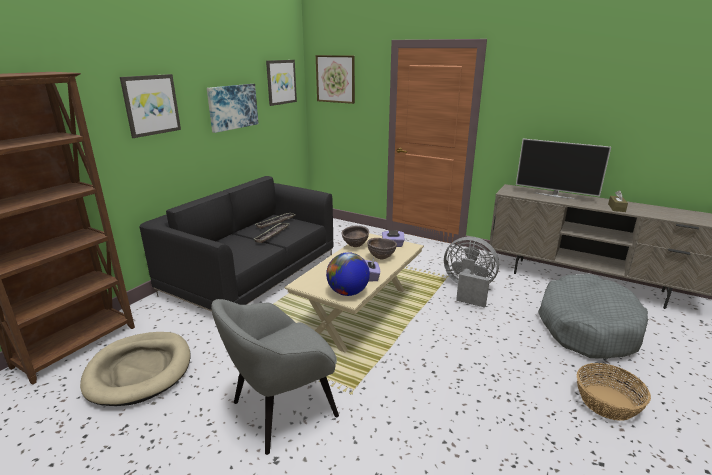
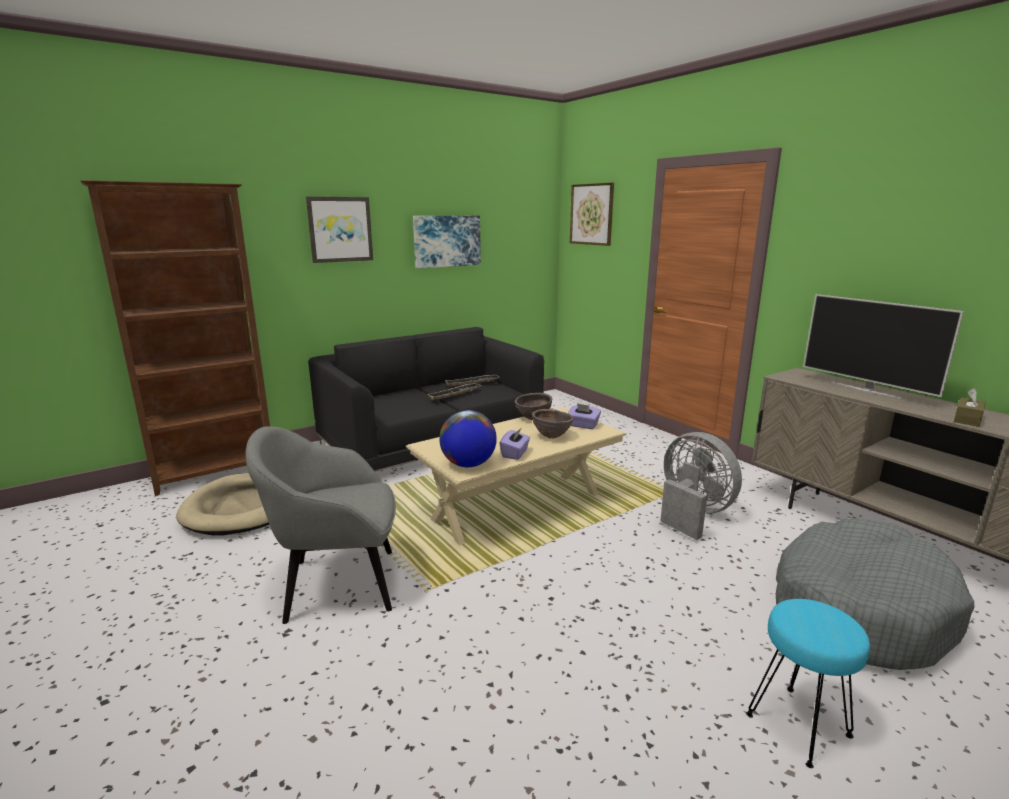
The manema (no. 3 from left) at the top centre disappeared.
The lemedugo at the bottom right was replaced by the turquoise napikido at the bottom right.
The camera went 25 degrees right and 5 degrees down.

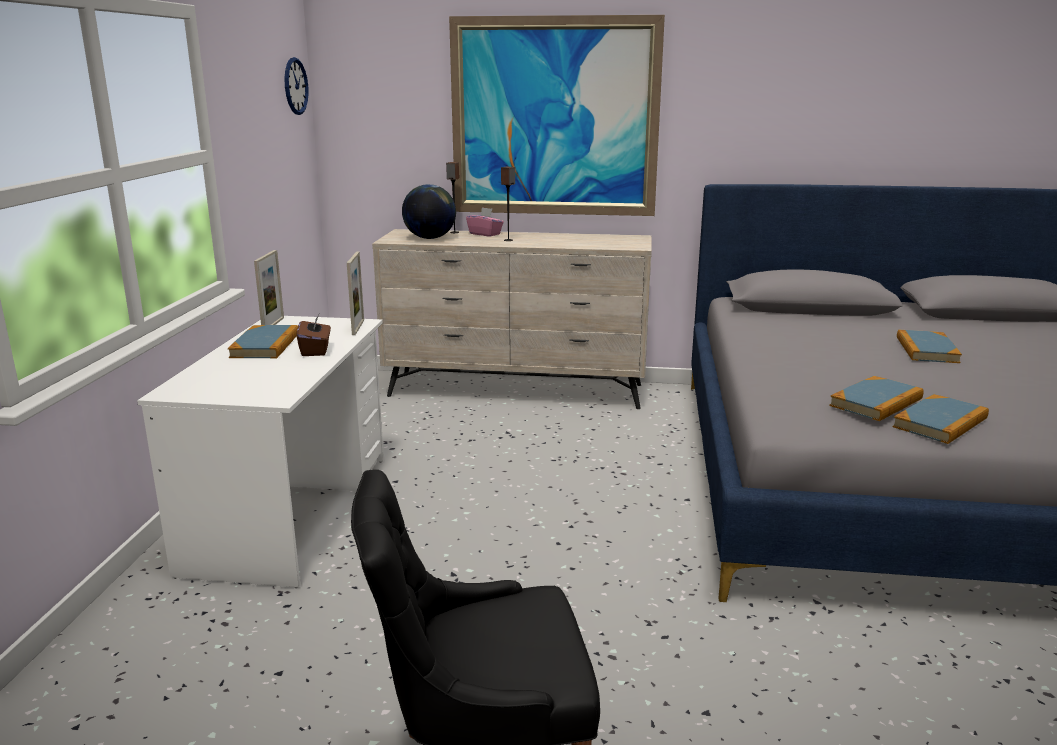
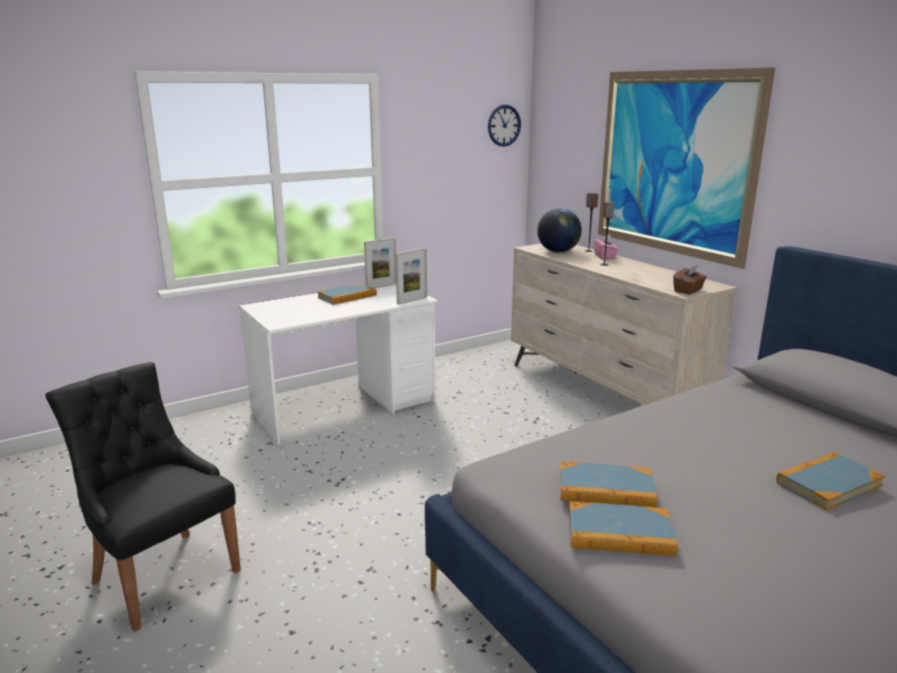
The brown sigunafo moved from the middle left to the middle right.
The camera went 50 degrees right and 0 degrees up.

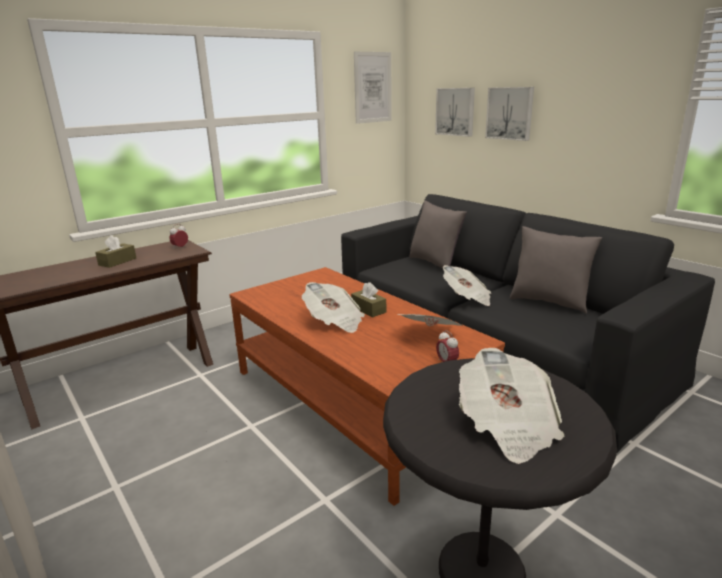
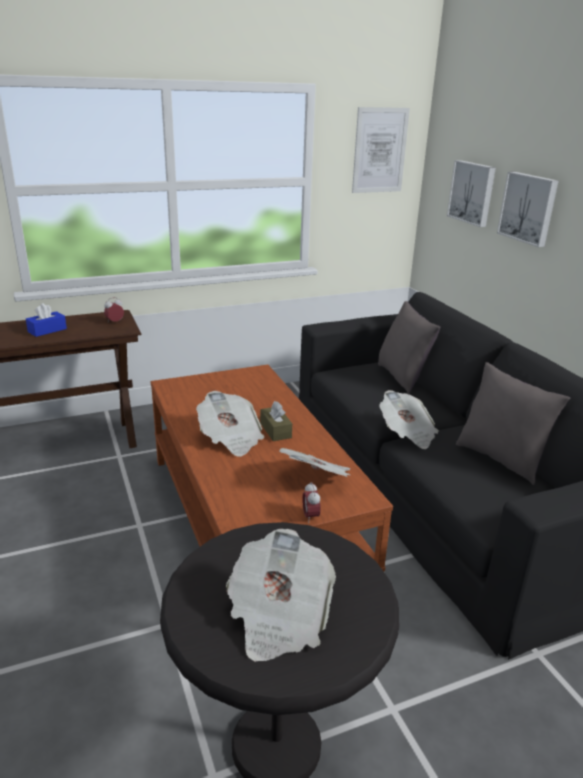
The brown sigunafo (no. 1 from left) at the middle left became the blue sigunafo at the middle left.
The camera went 15 degrees right and 5 degrees up.

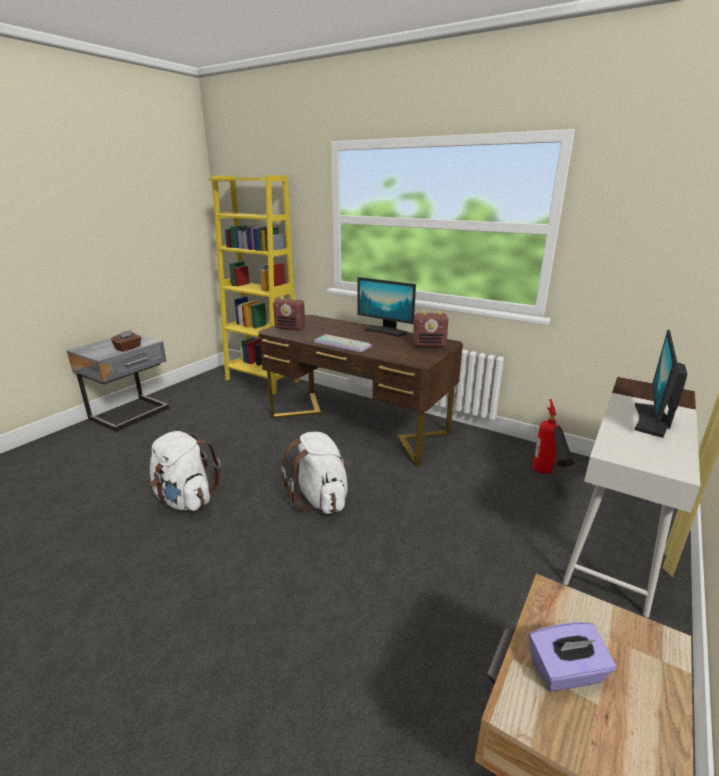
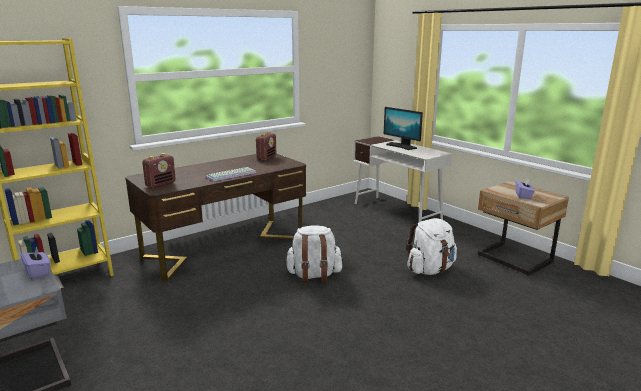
The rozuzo (no. 1 from left) at the centre disappeared.
The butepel at the middle right disappeared.
The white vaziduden (no. 1 from left in the first image) moved from the middle left to the middle right.
The brown sigunafo at the middle left became the purple sigunafo (no. 1 from left) at the bottom left.
The camera went 70 degrees left and 5 degrees down.

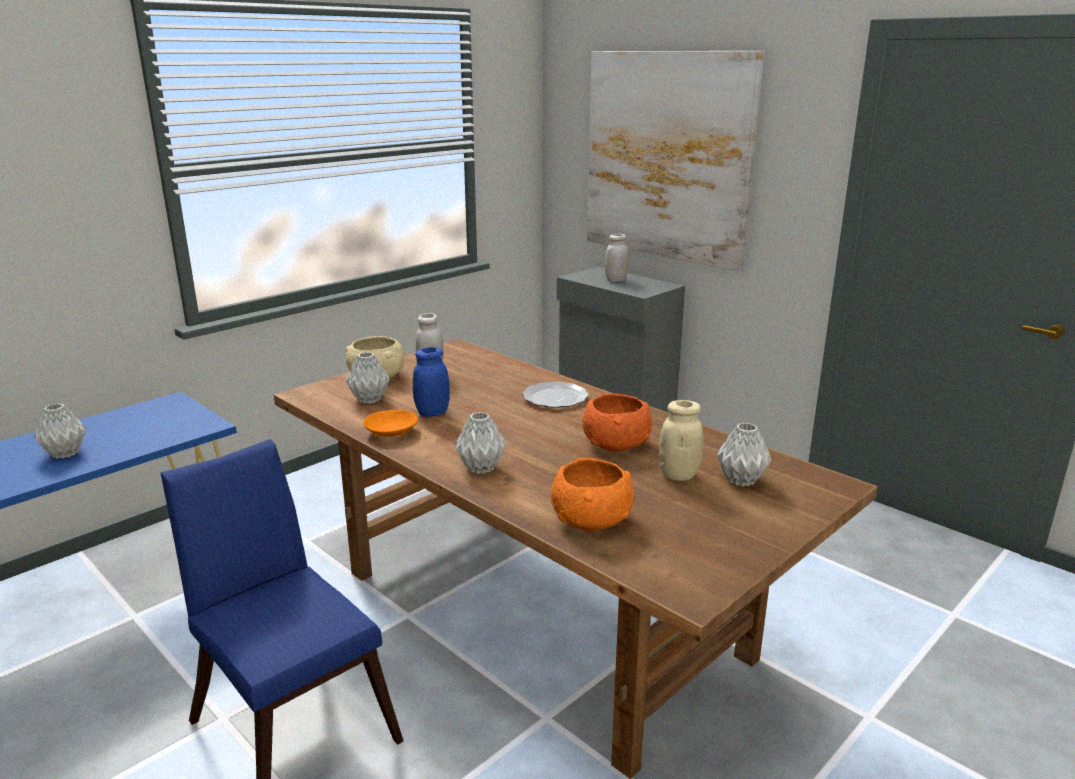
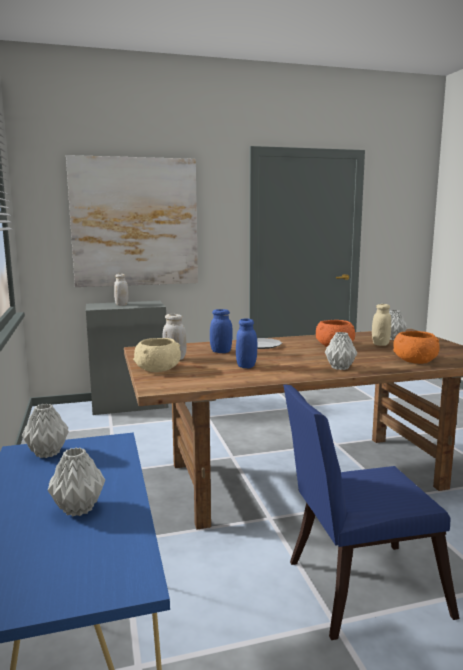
The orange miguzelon (no. 1 from left) at the centre disappeared.
The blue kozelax (no. 1 from left) at the centre appeared.
The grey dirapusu (no. 2 from left in the first image) moved from the centre to the middle left.
The camera went 60 degrees left and 10 degrees down.

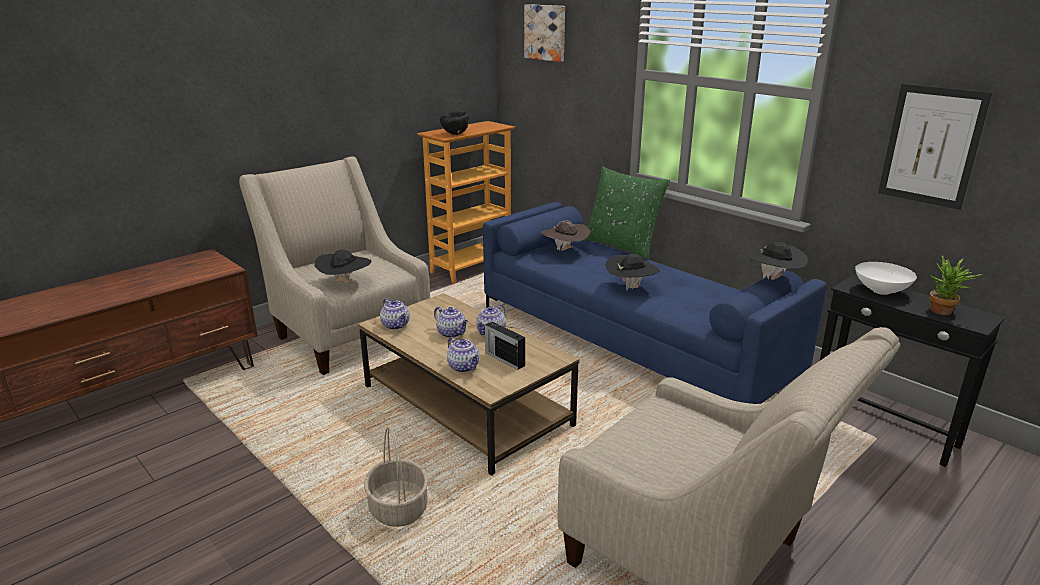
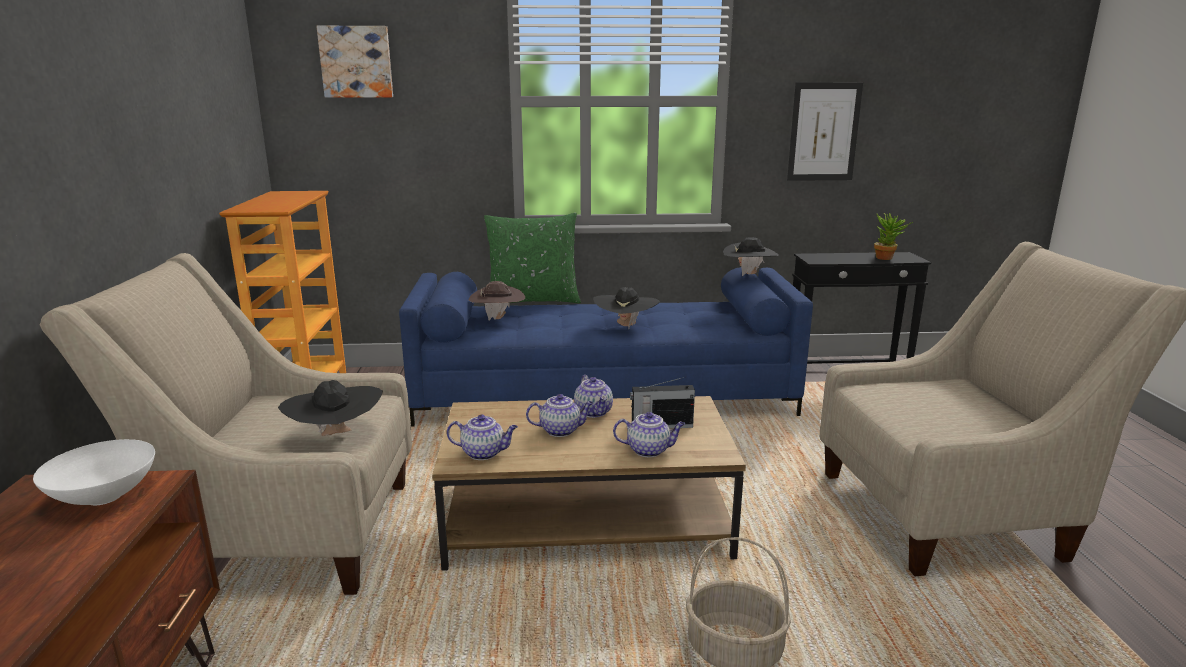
The black miguzelon at the top centre disappeared.
The white miguzelon moved from the middle right to the bottom left.
The camera went 50 degrees left and 5 degrees down.

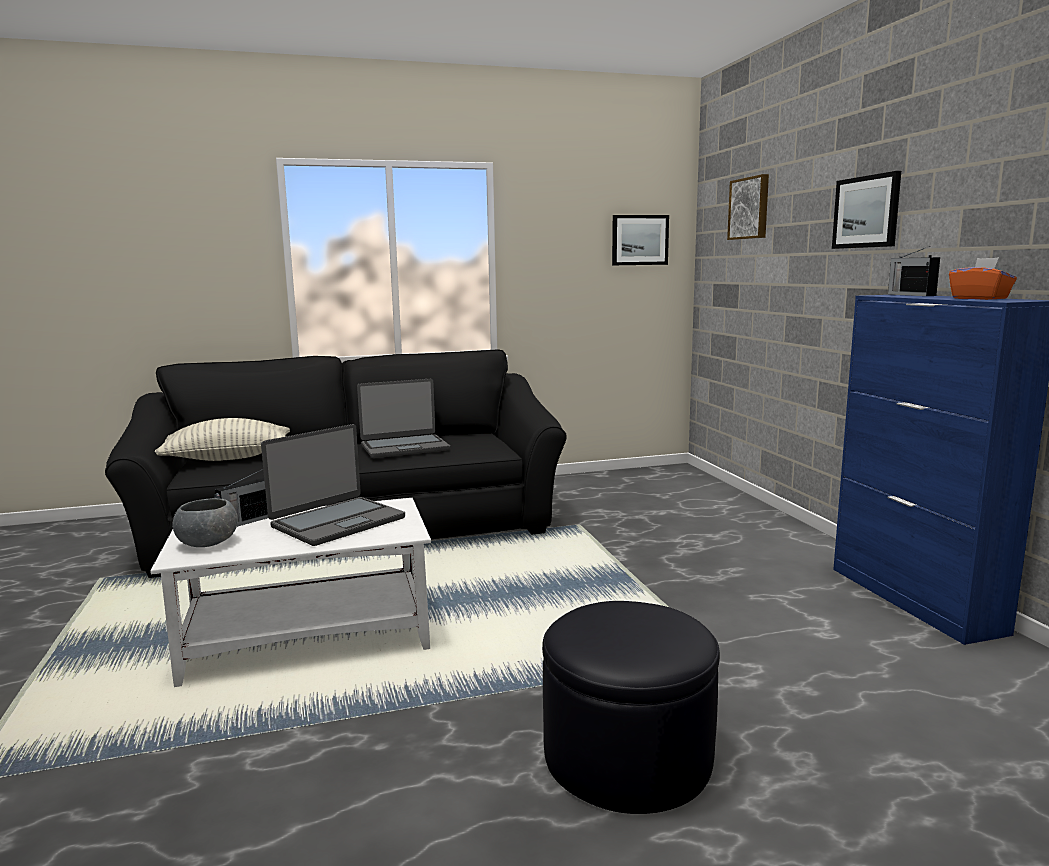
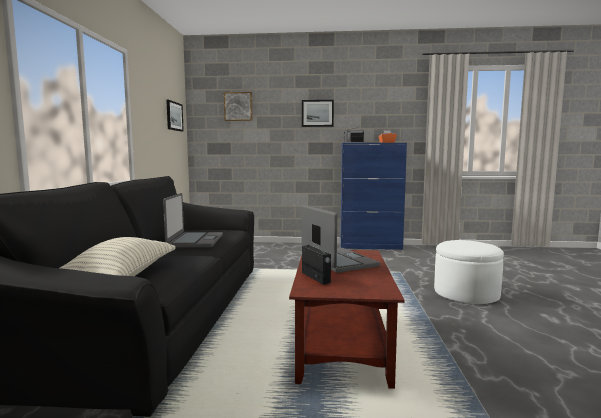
The grey miguzelon at the middle left disappeared.
The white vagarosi at the bottom left became the brown vagarosi at the bottom centre.
The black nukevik at the bottom centre became the white nukevik at the middle right.
The camera went 70 degrees left and 5 degrees down.

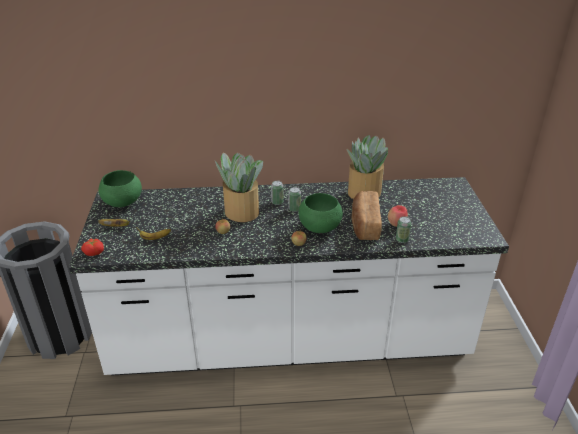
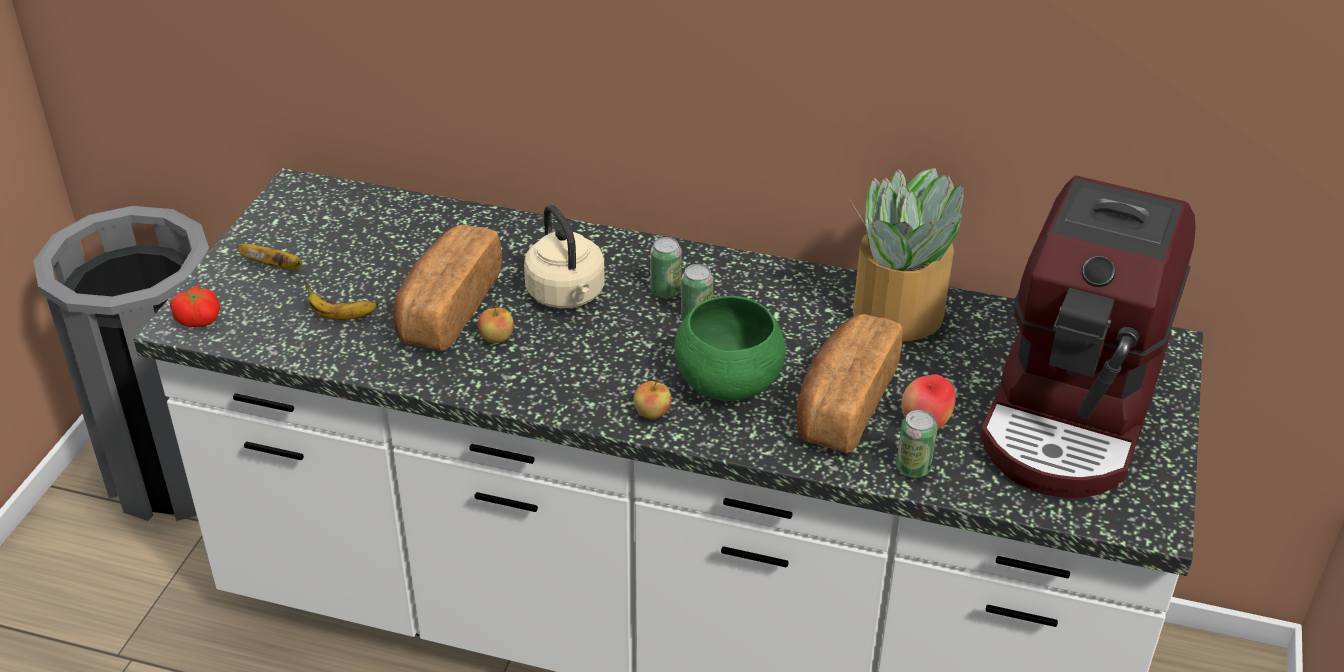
The green miguzelon (no. 1 from left) at the middle left disappeared.
The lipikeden (no. 1 from left) at the middle left appeared.
The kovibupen at the middle right appeared.
The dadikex (no. 1 from left) at the centre was replaced by the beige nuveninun at the centre.
The camera went 20 degrees right and 5 degrees up.

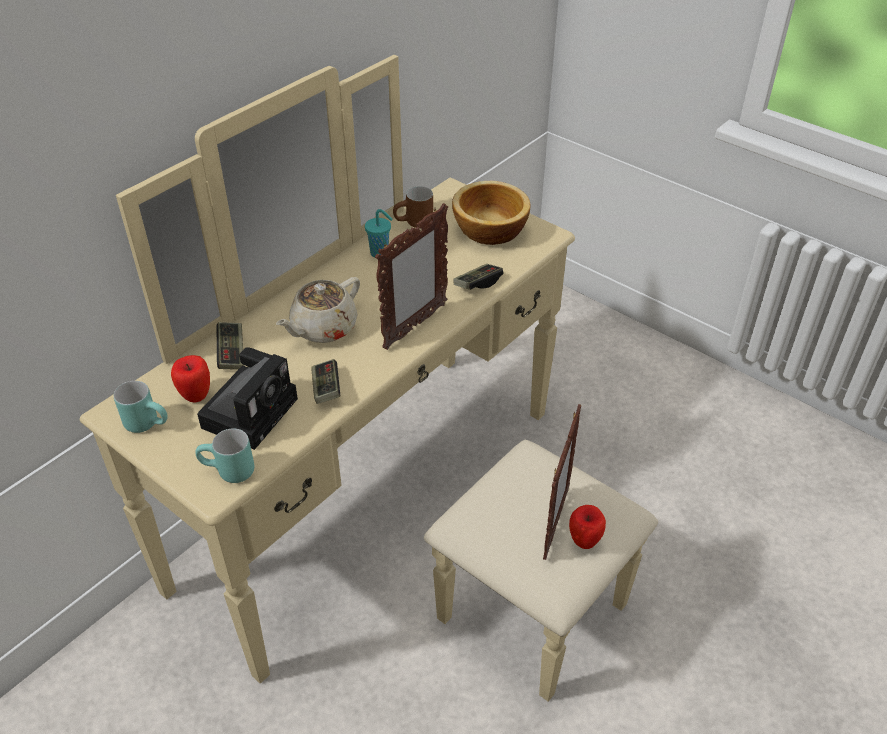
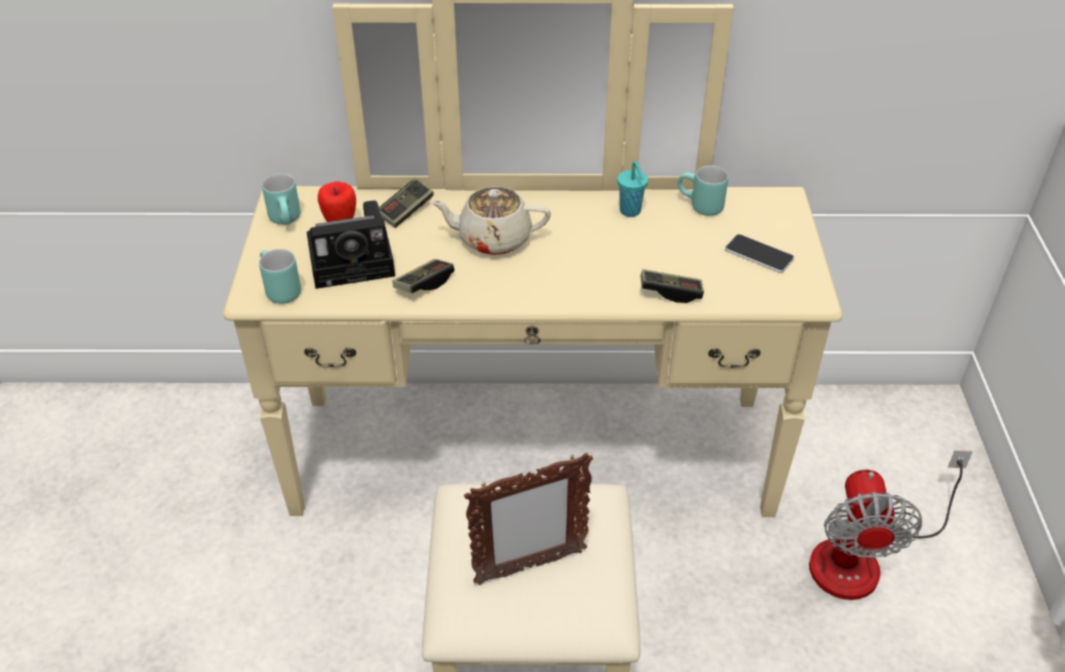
The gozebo (no. 1 from left) at the centre disappeared.
The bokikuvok (no. 2 from left) at the bottom centre disappeared.
The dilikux at the bottom right appeared.
The miguzelon at the top centre was replaced by the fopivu at the middle right.
The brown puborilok at the top centre became the turquoise puborilok (no. 3 from left) at the top centre.
The camera went 50 degrees right and 0 degrees up.

